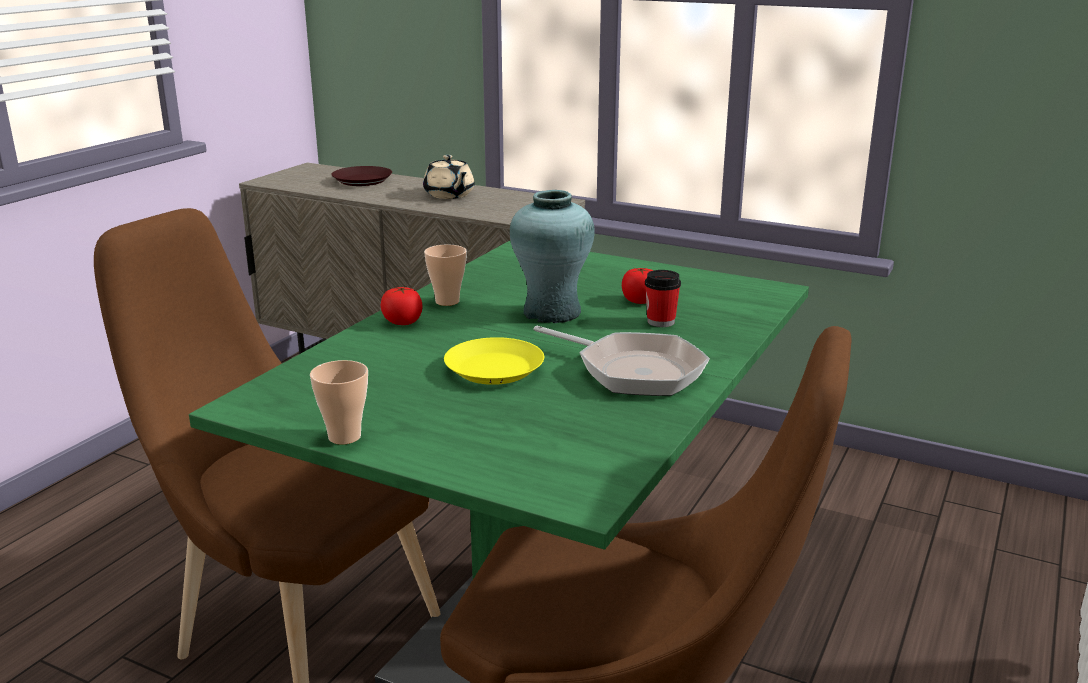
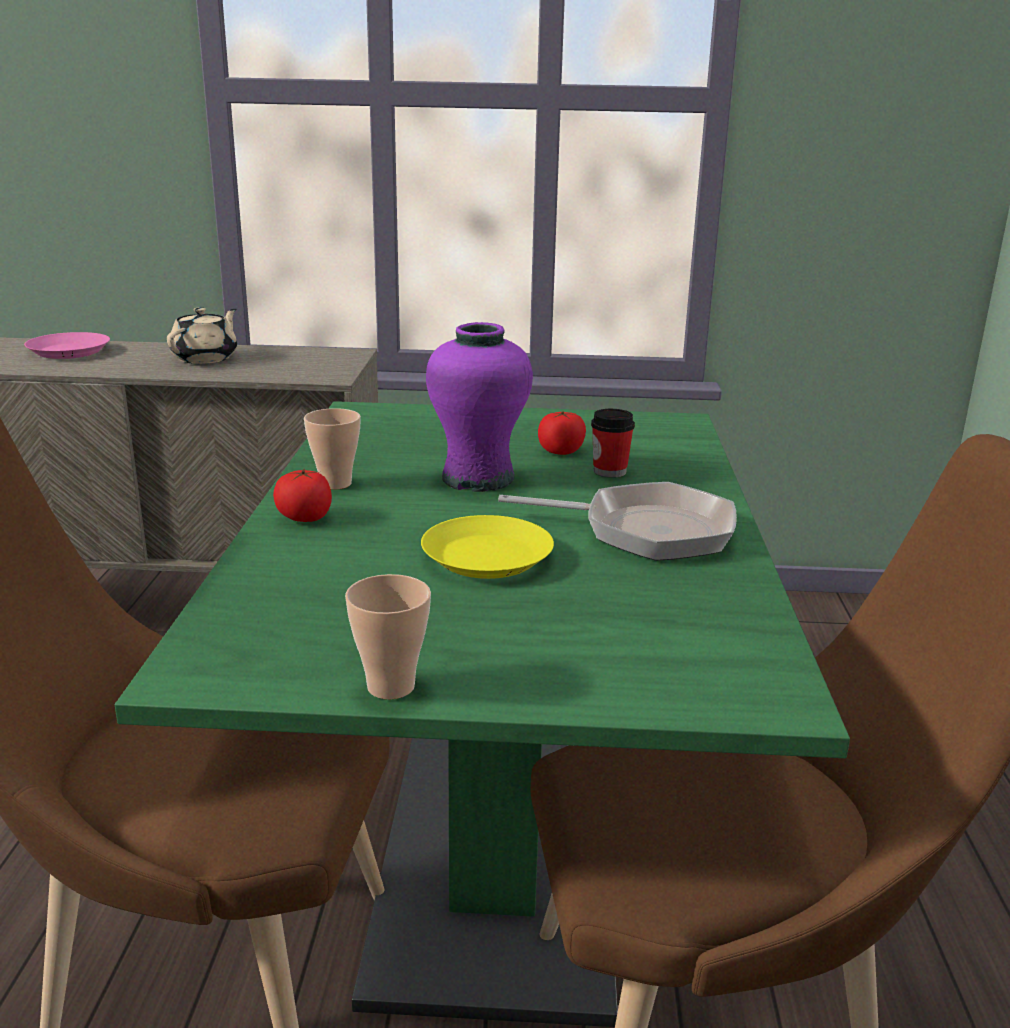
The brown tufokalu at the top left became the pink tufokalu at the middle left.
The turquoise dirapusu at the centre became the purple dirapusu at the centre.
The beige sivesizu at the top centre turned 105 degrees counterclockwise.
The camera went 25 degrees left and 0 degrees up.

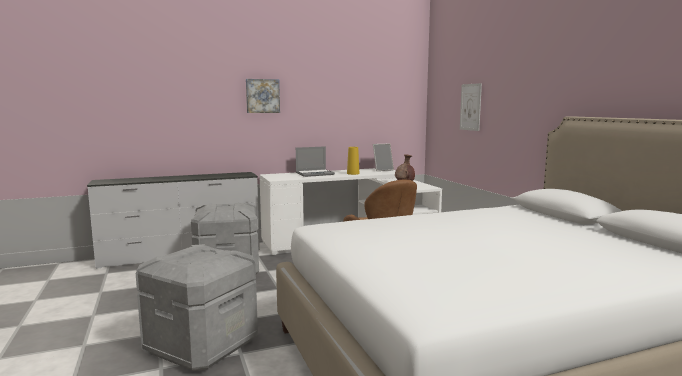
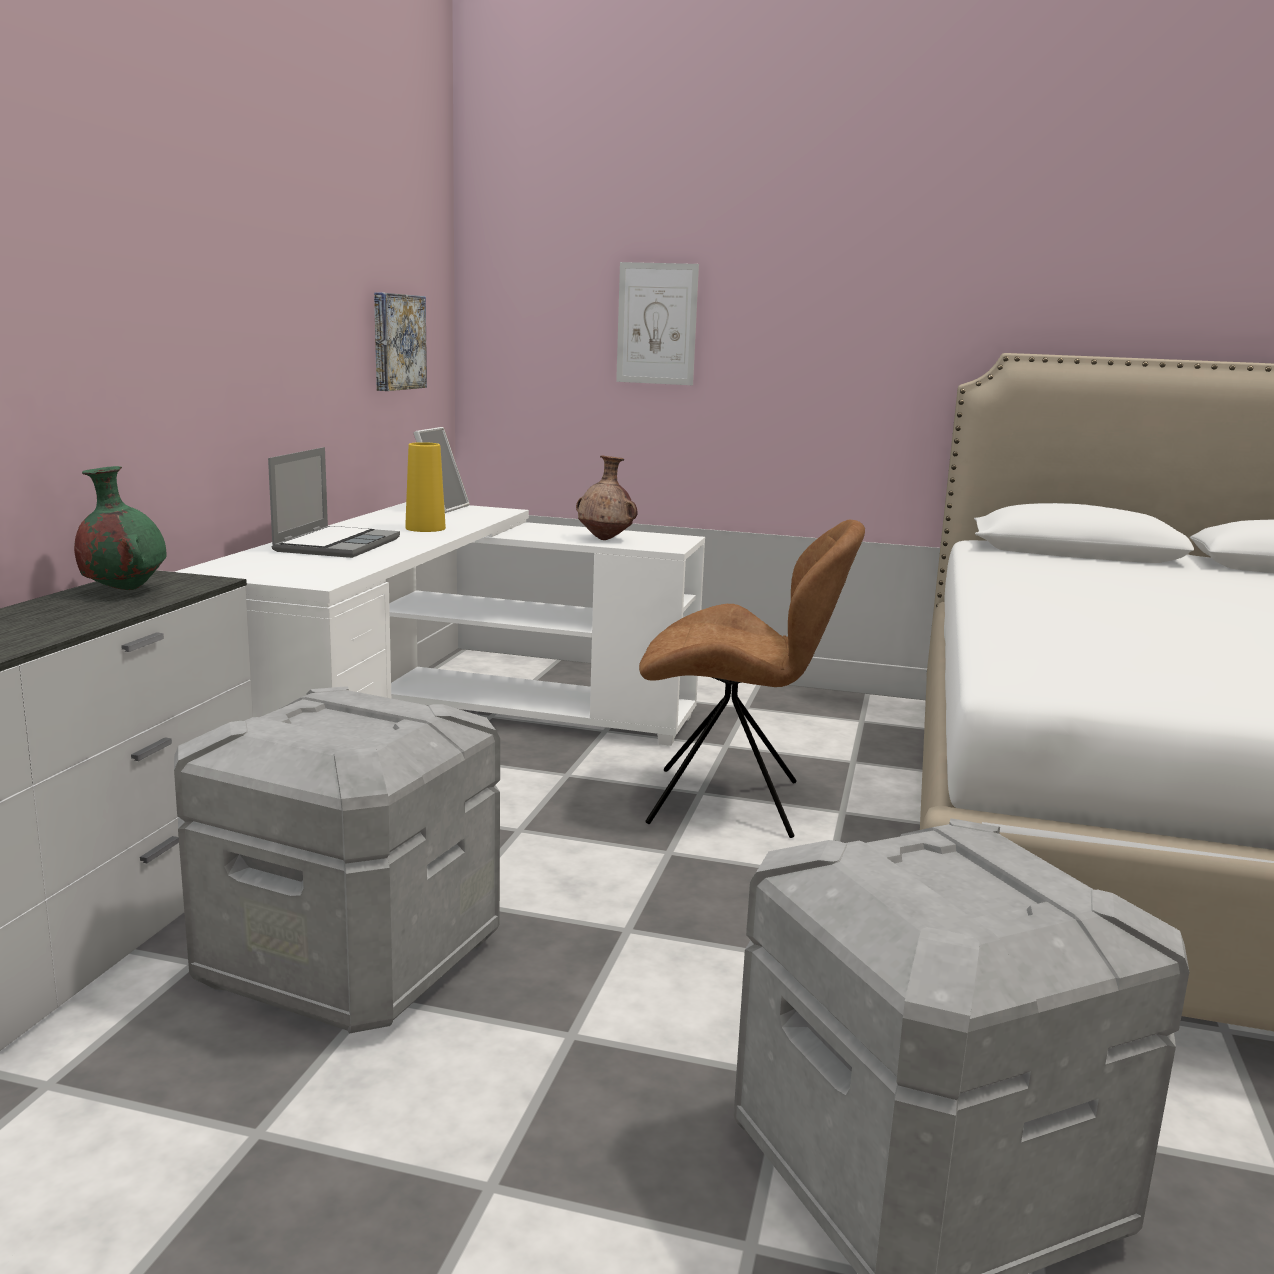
The green dirapusu at the middle left appeared.
The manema (no. 1 from left) moved from the top centre to the top left.
The camera went 55 degrees left and 5 degrees up.

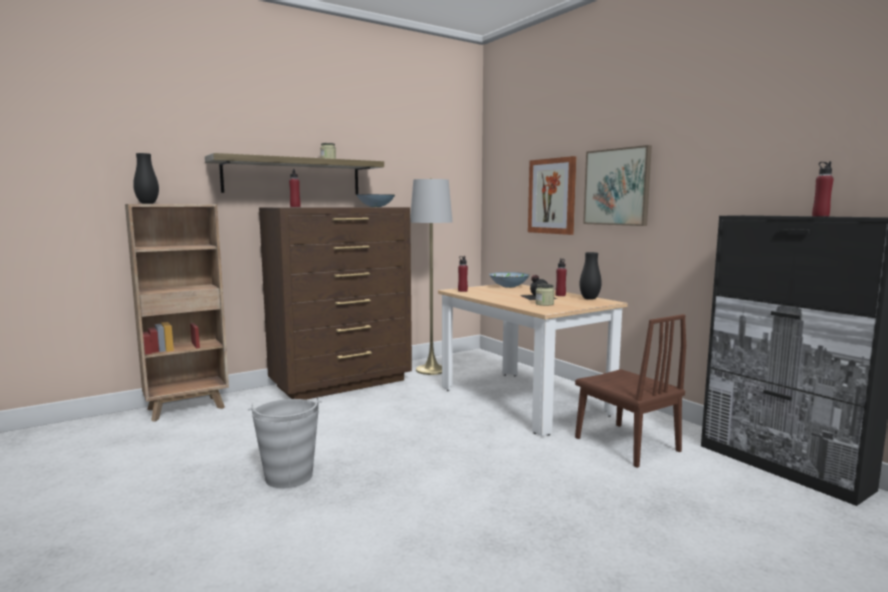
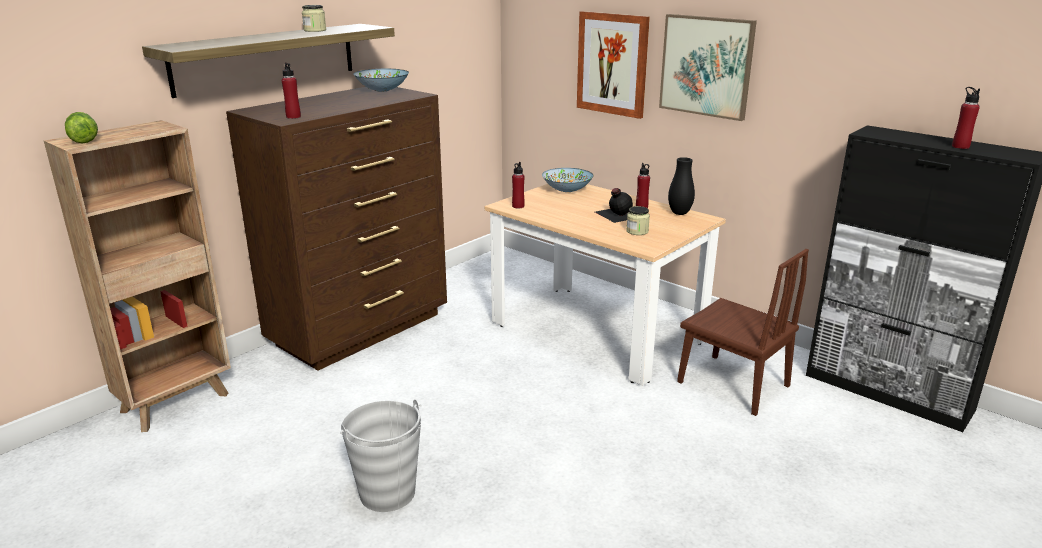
The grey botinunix at the centre disappeared.
The black dirapusu (no. 1 from left) at the top left was replaced by the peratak at the top left.
The camera went 15 degrees left and 15 degrees up.

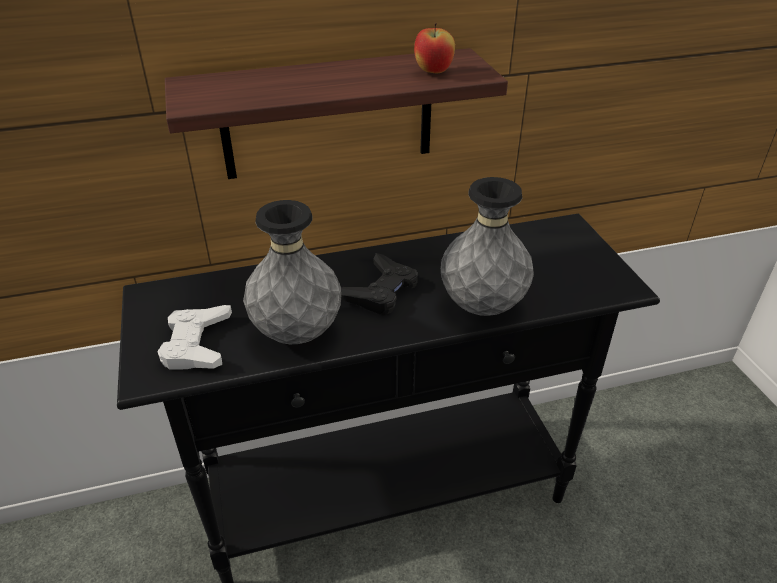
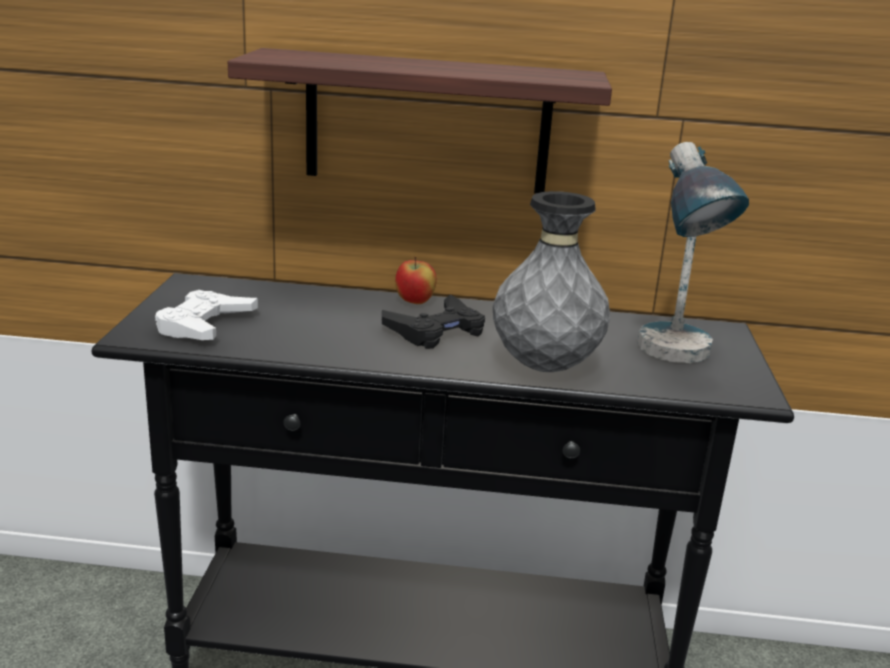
The grey dirapusu (no. 1 from left) at the centre disappeared.
The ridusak at the middle right appeared.
The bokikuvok moved from the top centre to the centre.
The camera went 20 degrees right and 15 degrees down.

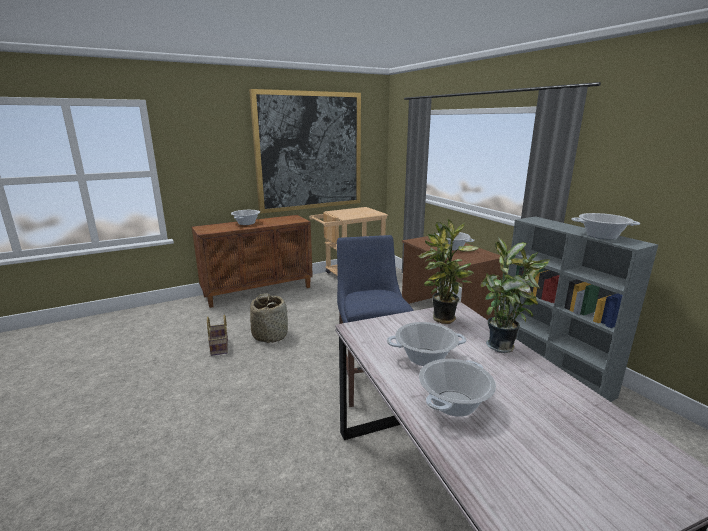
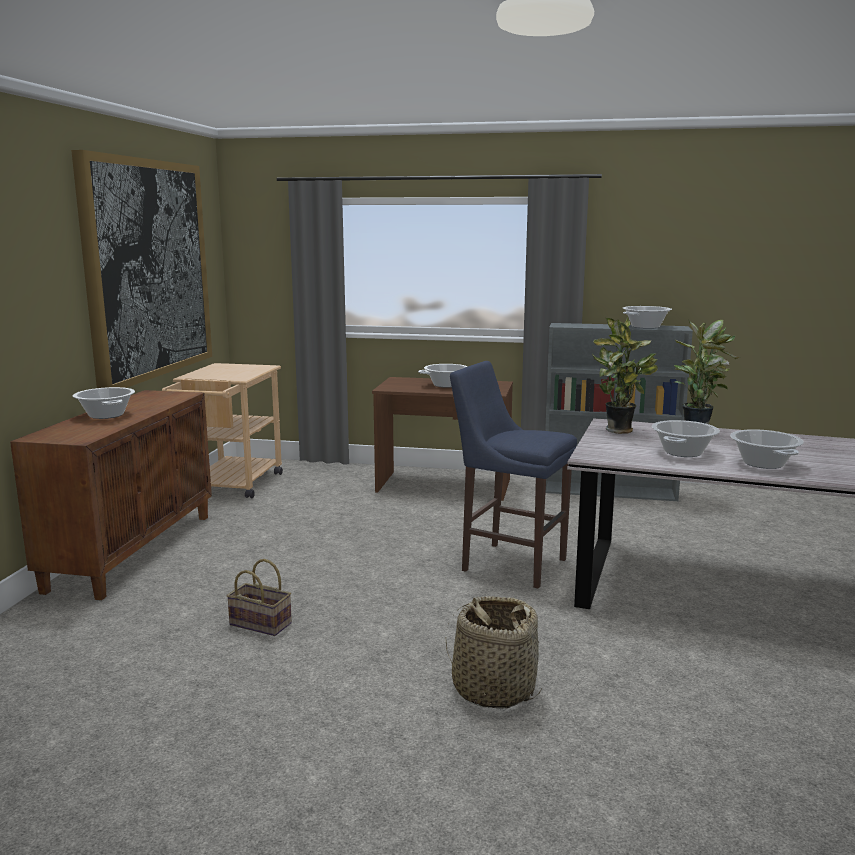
The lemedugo (no. 2 from left) moved from the centre to the bottom centre.
The camera went 50 degrees left and 5 degrees down.

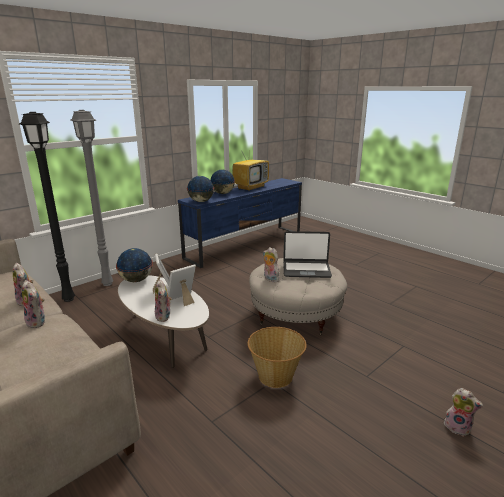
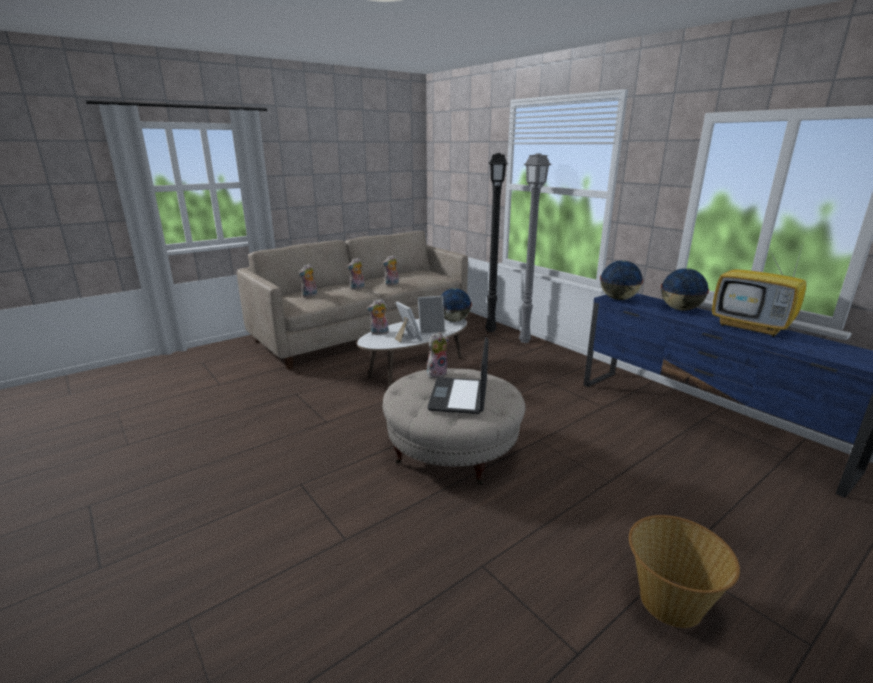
The lemedugo moved from the bottom centre to the bottom right.
The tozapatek (no. 5 from left in the first image) moved from the bottom right to the centre.
The camera went 95 degrees right and 0 degrees up.

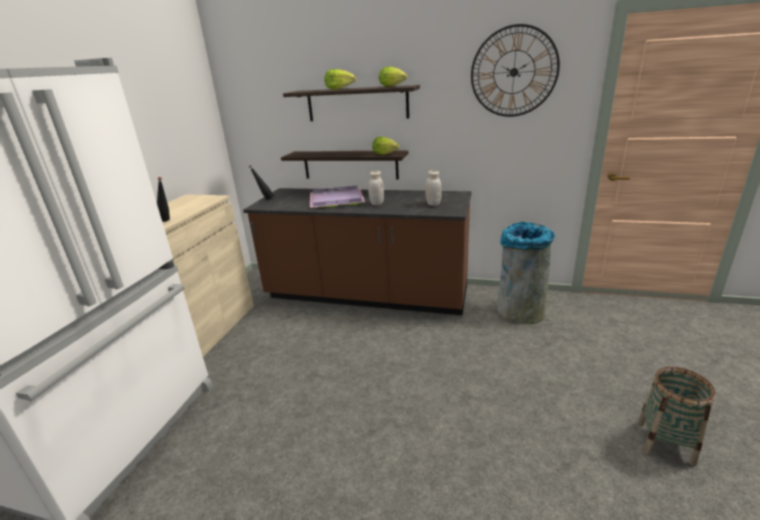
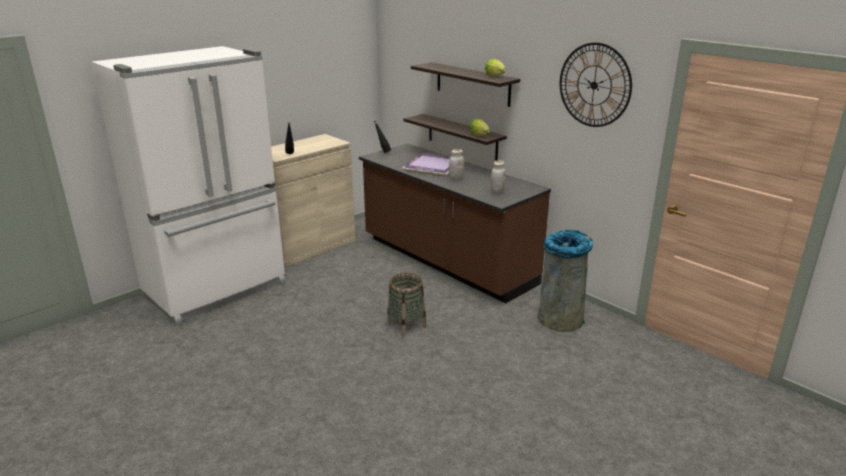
The peratak (no. 1 from left) at the top centre disappeared.
The lemedugo moved from the bottom right to the centre.
The camera went 30 degrees right and 0 degrees up.

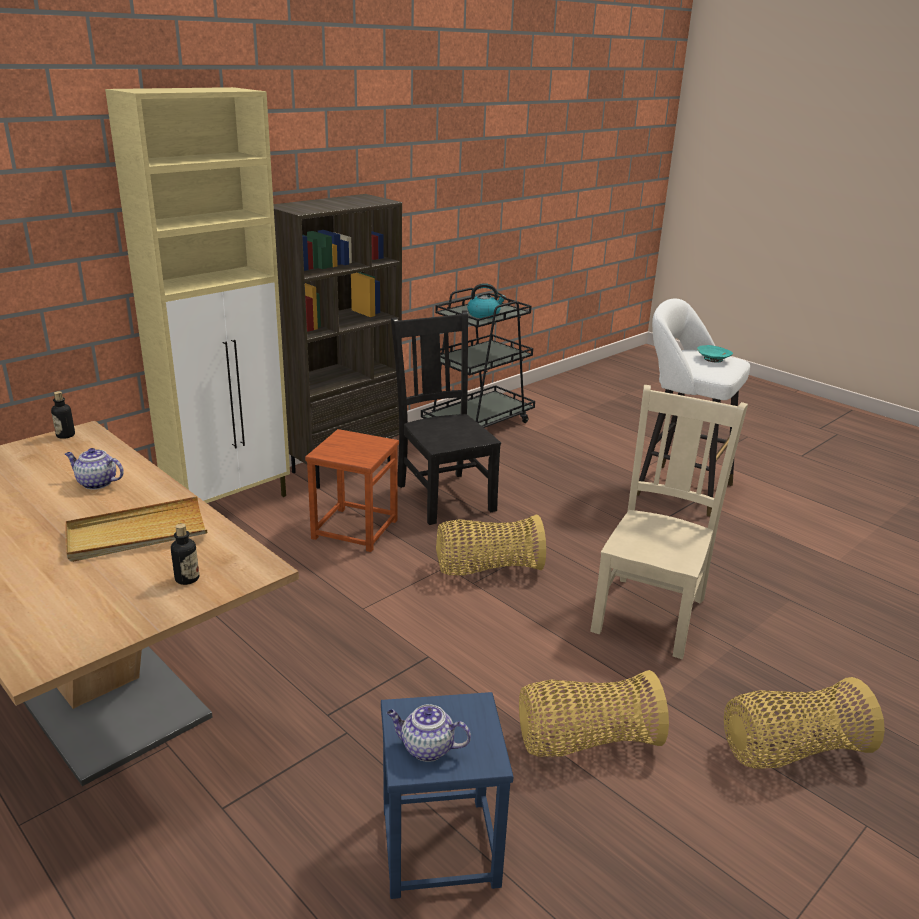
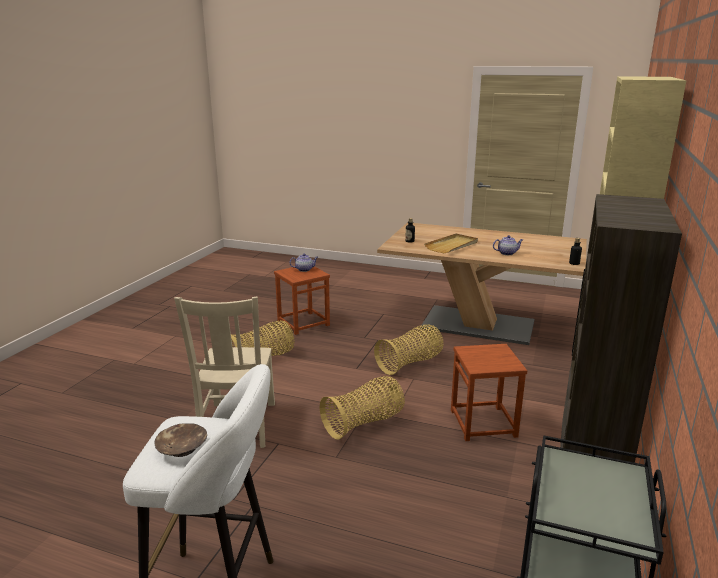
The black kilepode at the centre disappeared.
The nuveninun at the top centre disappeared.
The lemedugo (no. 3 from left) moved from the bottom right to the centre.
The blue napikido at the bottom centre became the brown napikido (no. 1 from left) at the centre.
The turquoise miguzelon at the middle right became the brown miguzelon at the bottom left.
The camera went 155 degrees right and 5 degrees down.

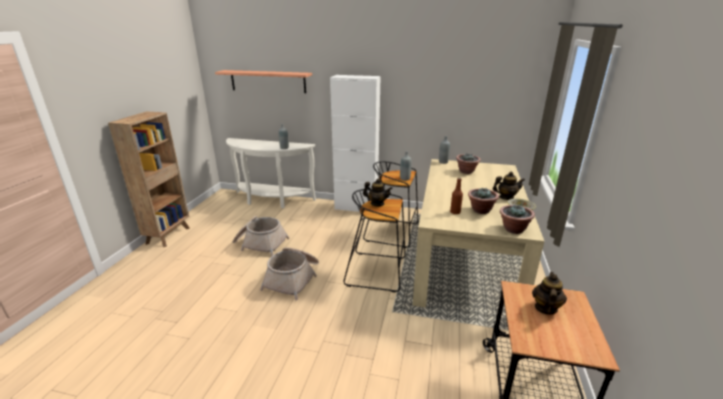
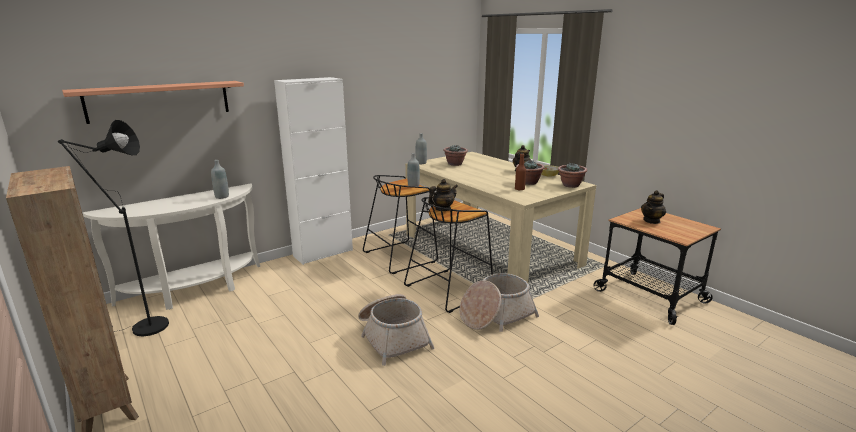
The black botinunix at the middle left appeared.
The lemedugo (no. 1 from left in the first image) moved from the centre to the bottom centre.
The sivesizu (no. 3 from left) at the bottom right turned 105 degrees counterclockwise.
The camera went 50 degrees left and 5 degrees down.

